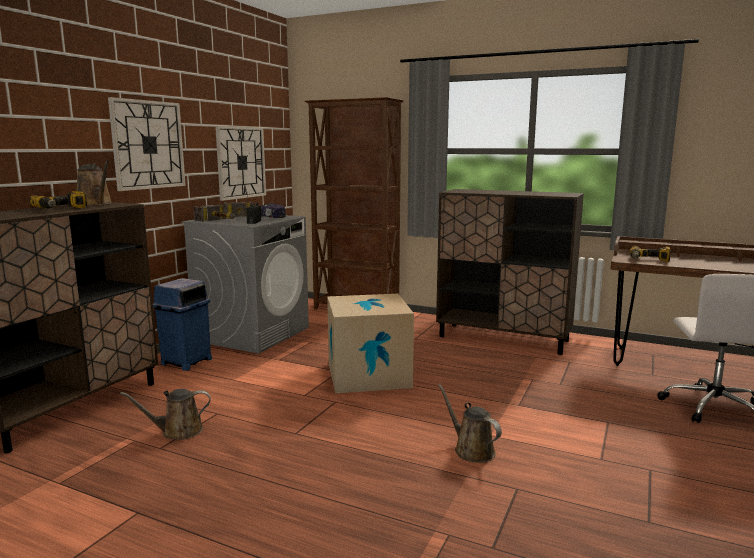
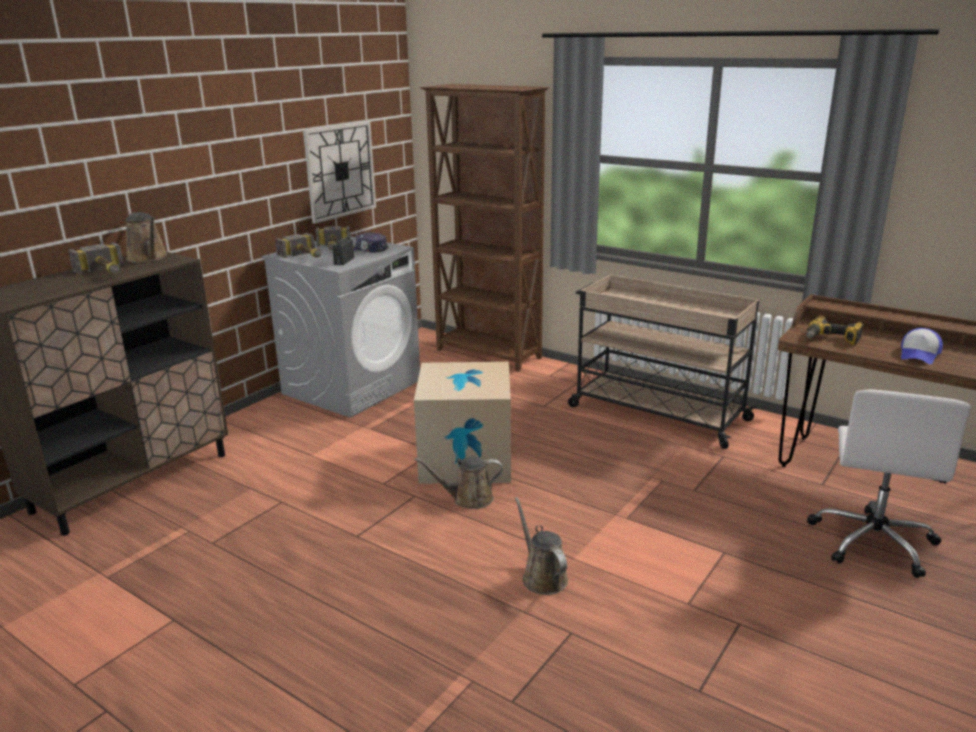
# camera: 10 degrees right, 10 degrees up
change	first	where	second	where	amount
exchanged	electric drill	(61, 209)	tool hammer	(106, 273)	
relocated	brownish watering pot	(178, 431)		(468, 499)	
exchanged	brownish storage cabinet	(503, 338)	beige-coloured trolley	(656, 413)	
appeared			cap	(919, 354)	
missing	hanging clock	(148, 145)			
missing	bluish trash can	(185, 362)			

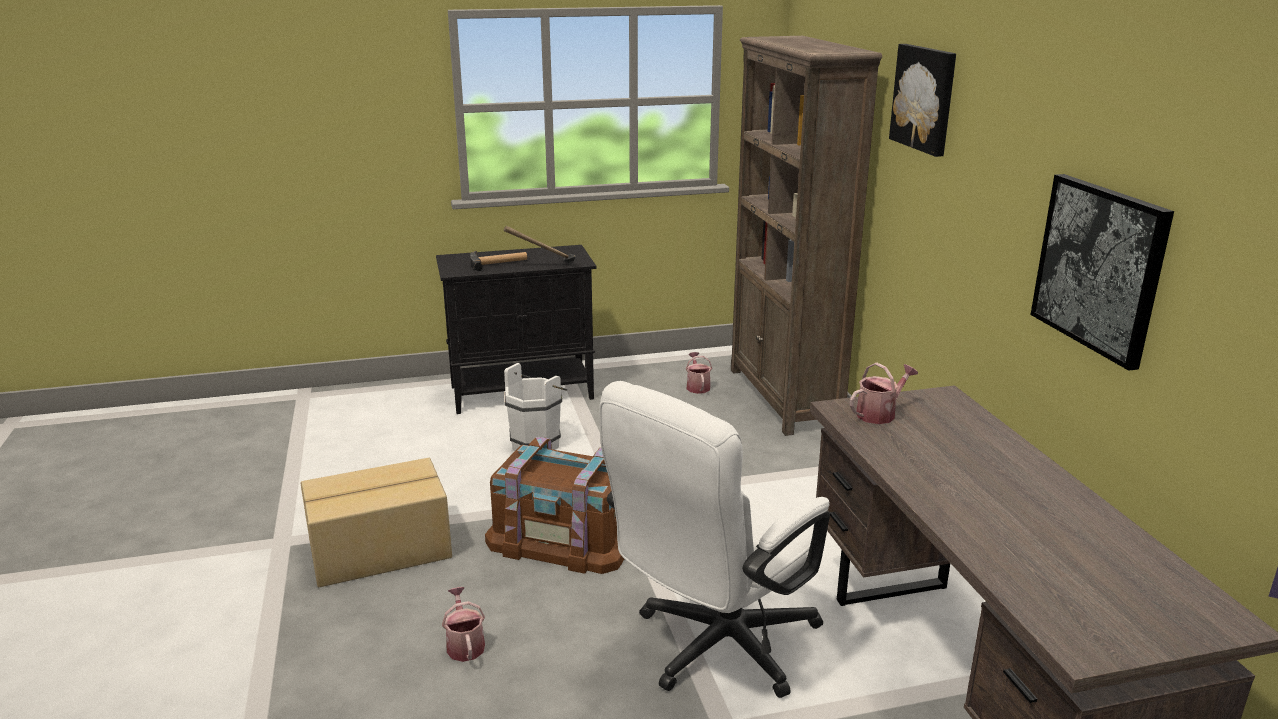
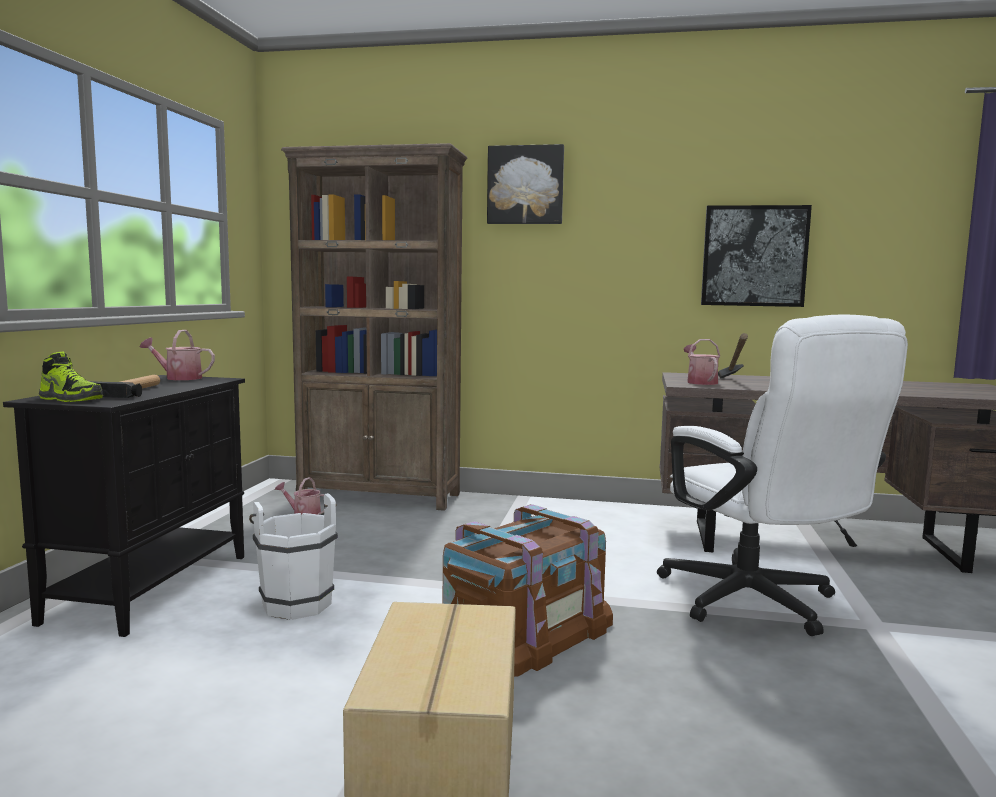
# camera: 65 degrees left, 15 degrees down
change	first	where	second	where	amount
appeared			shoe	(71, 399)	
relocated	watering pot	(464, 644)		(179, 378)	
relocated	tool hammer	(544, 267)		(734, 382)	

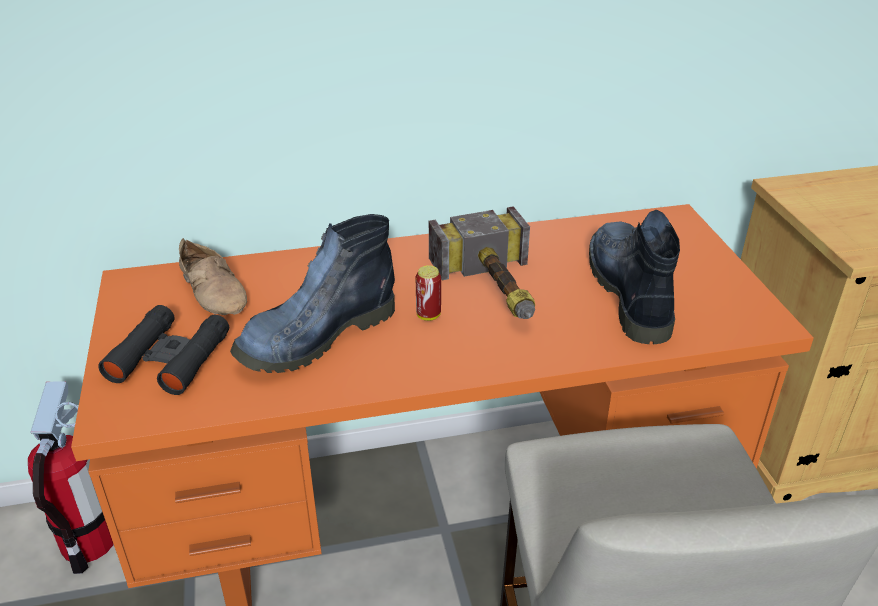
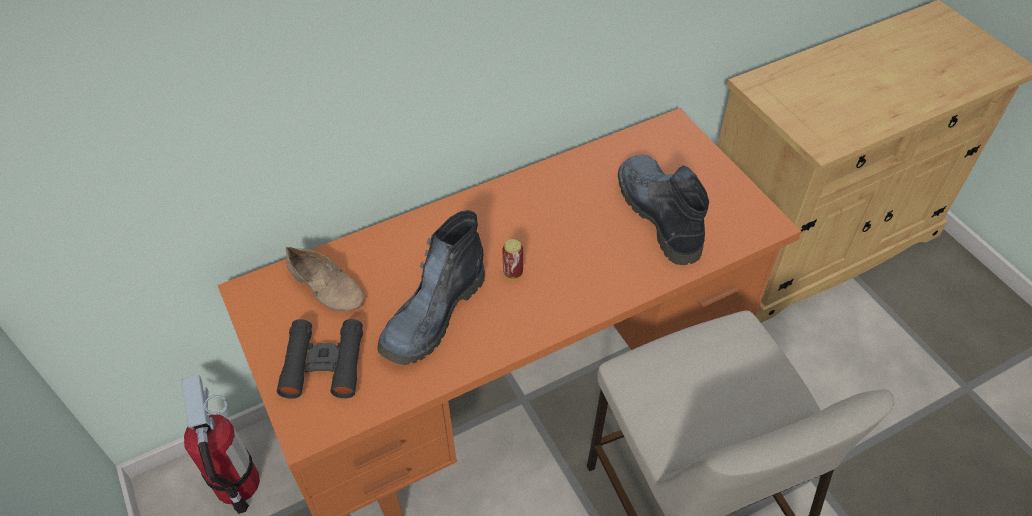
# camera: 15 degrees left, 15 degrees up
change	first	where	second	where	amount
missing	tool hammer	(497, 290)			

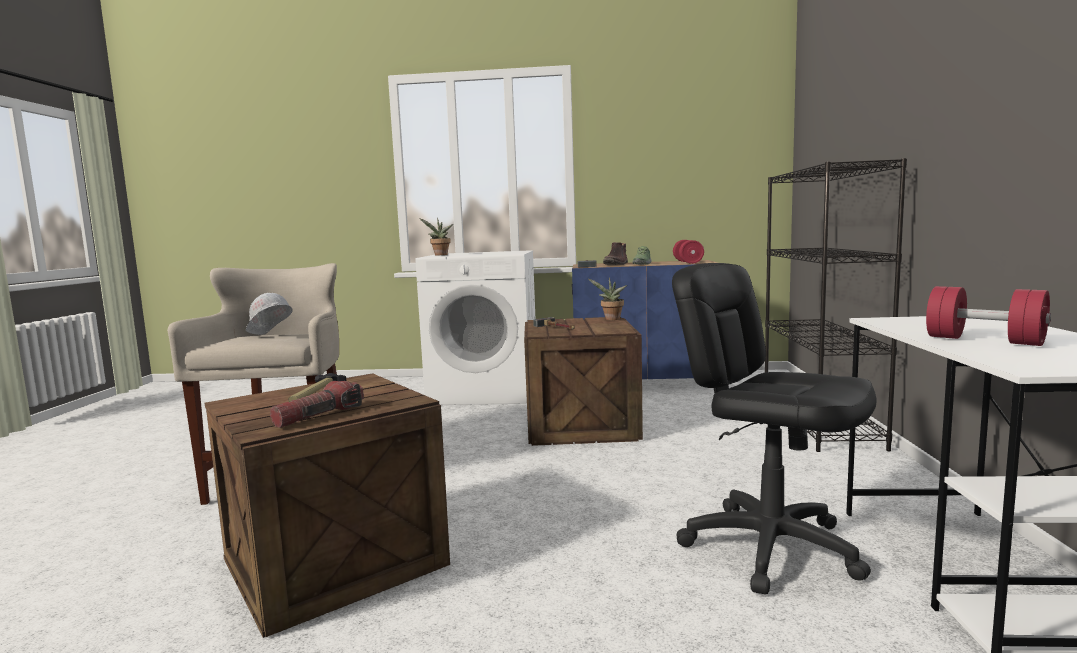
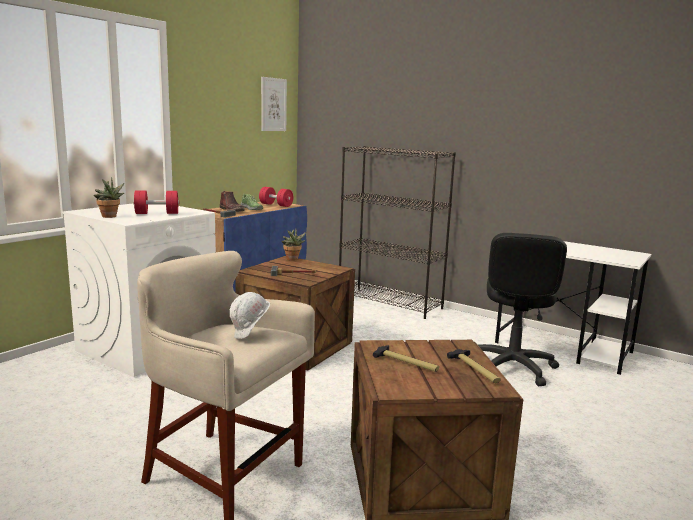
# camera: 60 degrees left, 5 degrees up
change	first	where	second	where	amount
relocated	red-coloured dumbbell	(984, 340)		(157, 213)	
appeared			picture	(273, 104)	
exchanged	torch	(319, 416)	tool hammer	(475, 370)	
spun	blackish desk chair	(770, 547)		(512, 367)	60 degrees counterclockwise

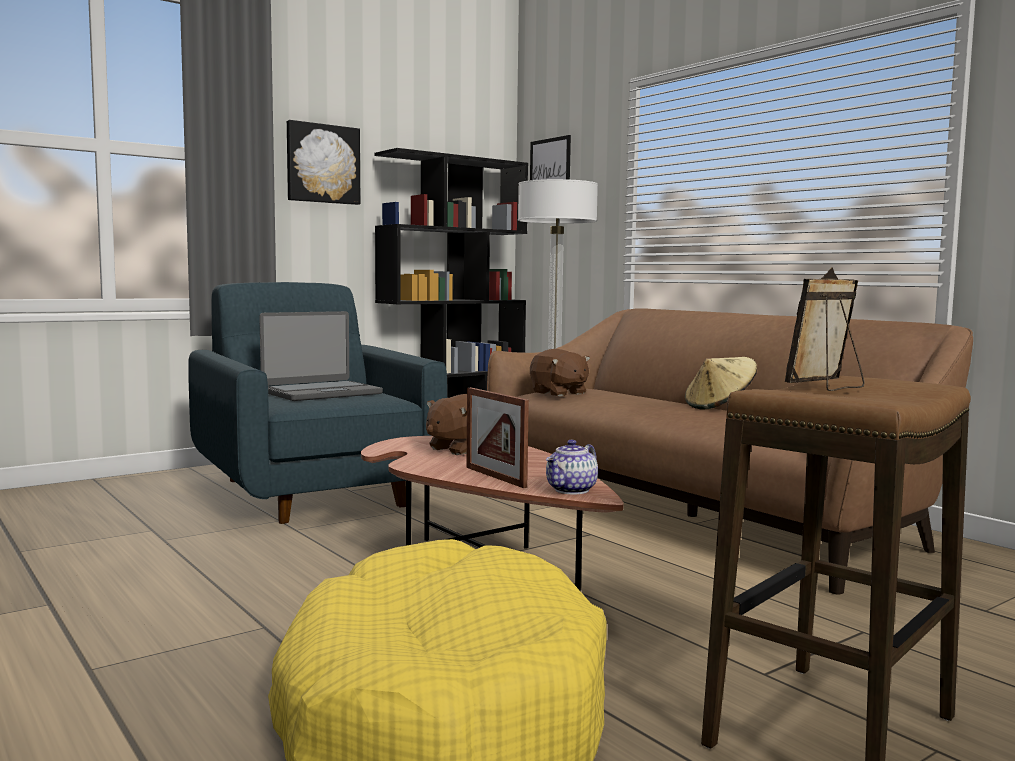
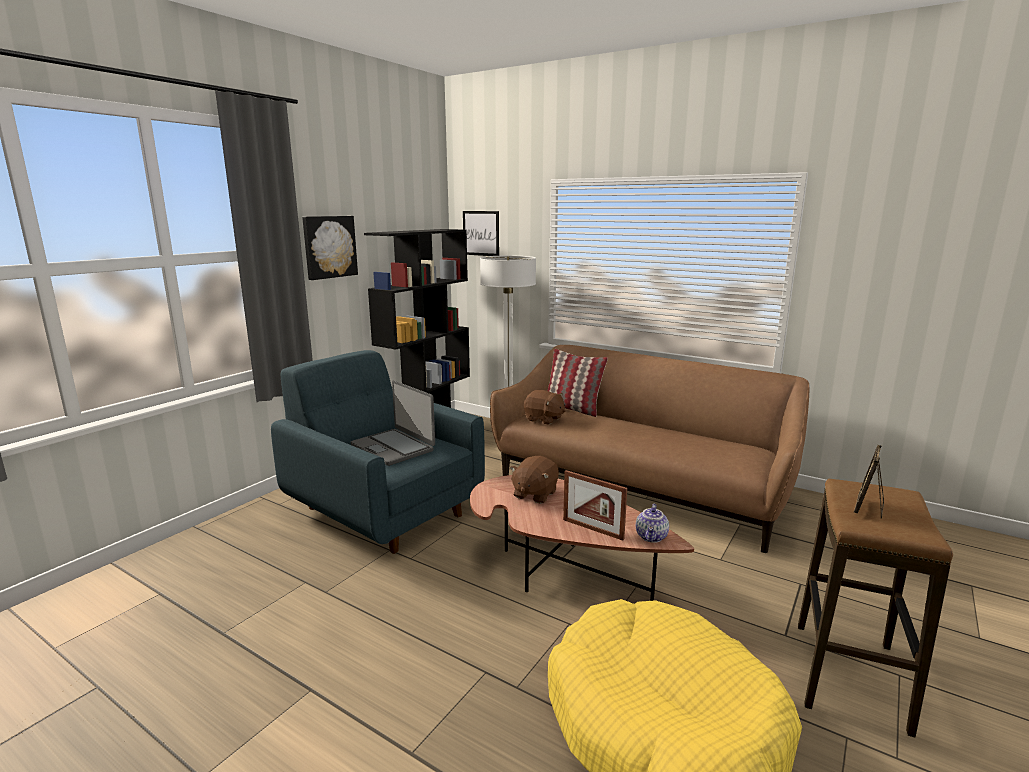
# camera: 20 degrees left, 10 degrees up
change	first	where	second	where	amount
spun	laptop	(321, 393)		(393, 447)	105 degrees clockwise
appeared			cushion	(572, 409)	
missing	beige-coloured wearable hat	(720, 407)			

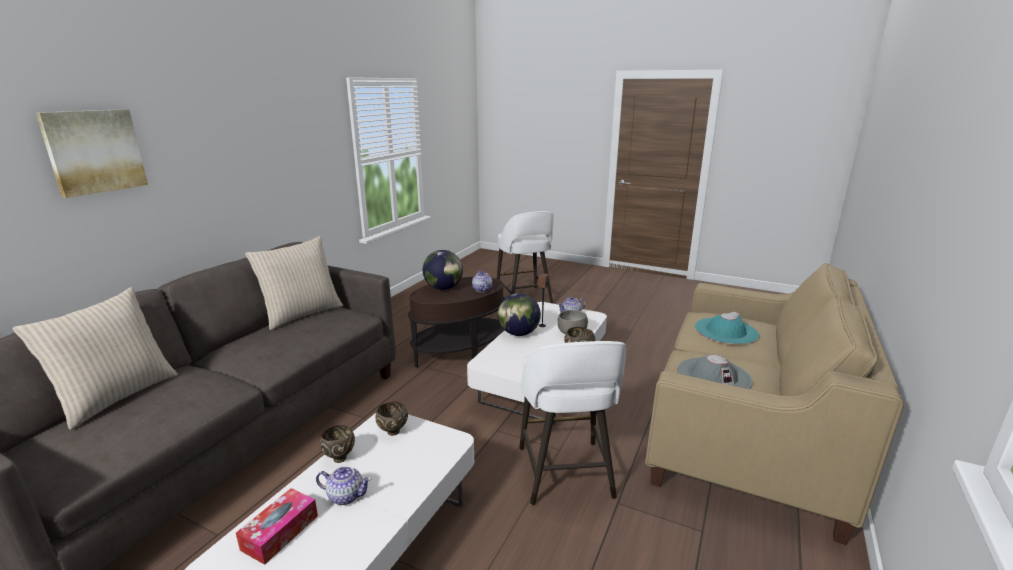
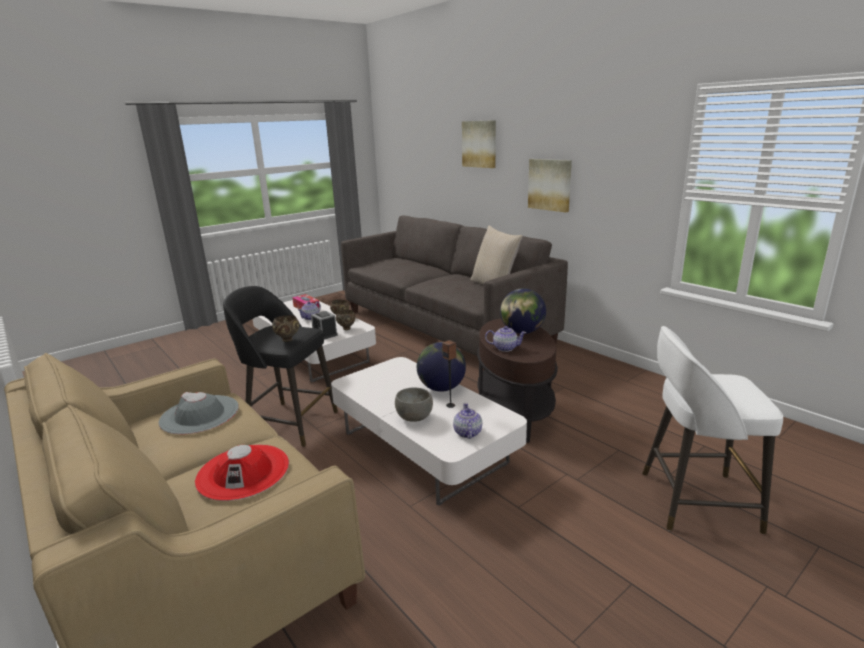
# camera: 115 degrees right, 0 degrees up
change	first	where	second	where	amount
colour	turquoise wearable hat	(726, 331)	red-coloured wearable hat	(243, 472)	
colour	white sitting stool	(565, 474)	blackish sitting stool	(290, 423)	
appeared			bedside clock	(325, 334)	
appeared			picture	(550, 184)	
missing	beige-coloured cushion	(117, 396)			

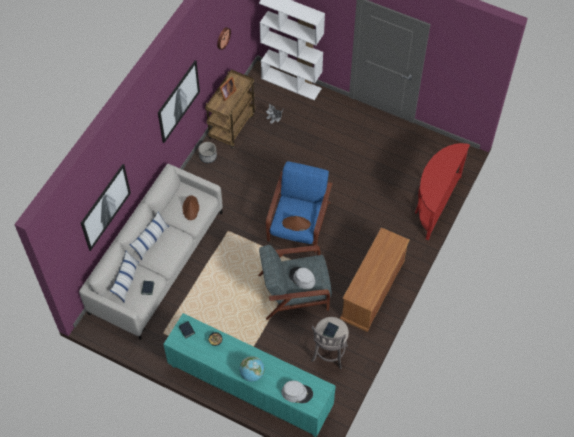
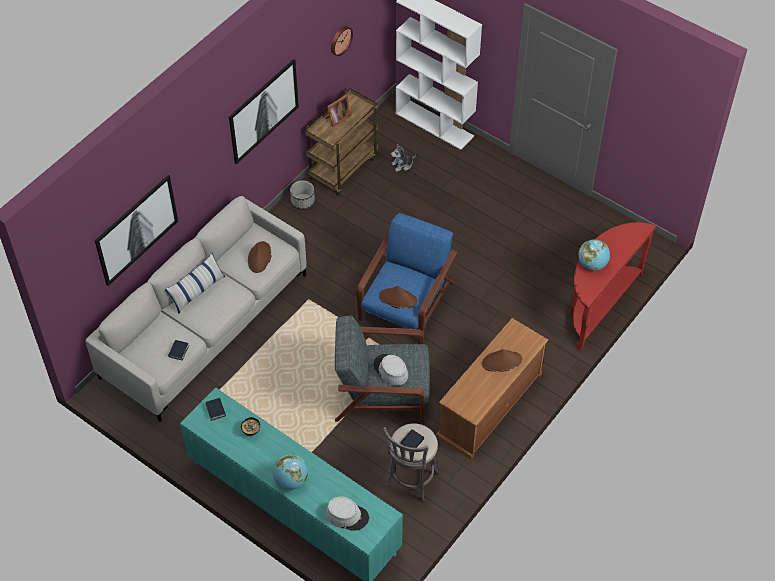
# camera: 10 degrees right, 5 degrees down
change	first	where	second	where	amount
appeared			brownish wearable hat	(501, 361)	
appeared			globe	(592, 264)	
missing	cushion	(126, 281)			

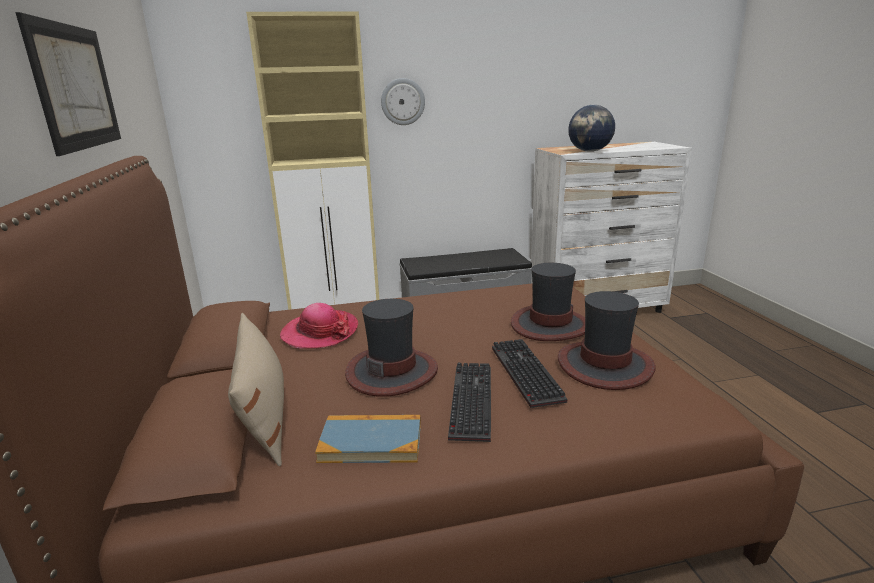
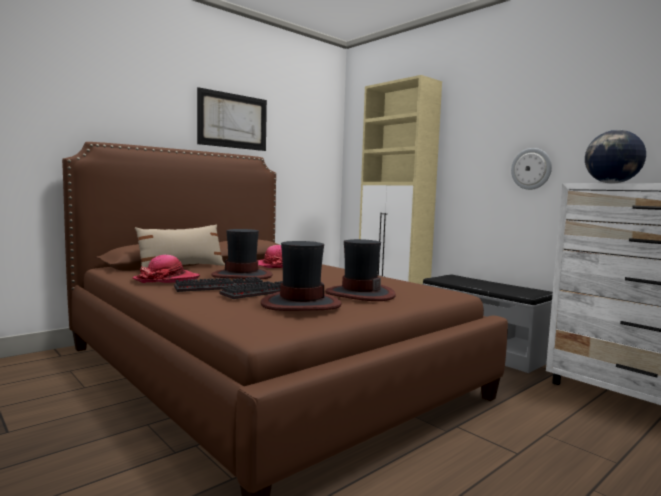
# camera: 60 degrees right, 15 degrees down
change	first	where	second	where	amount
exchanged	bound book	(371, 442)	wearable hat	(166, 280)	
relocated	hanging clock	(402, 101)		(531, 169)	

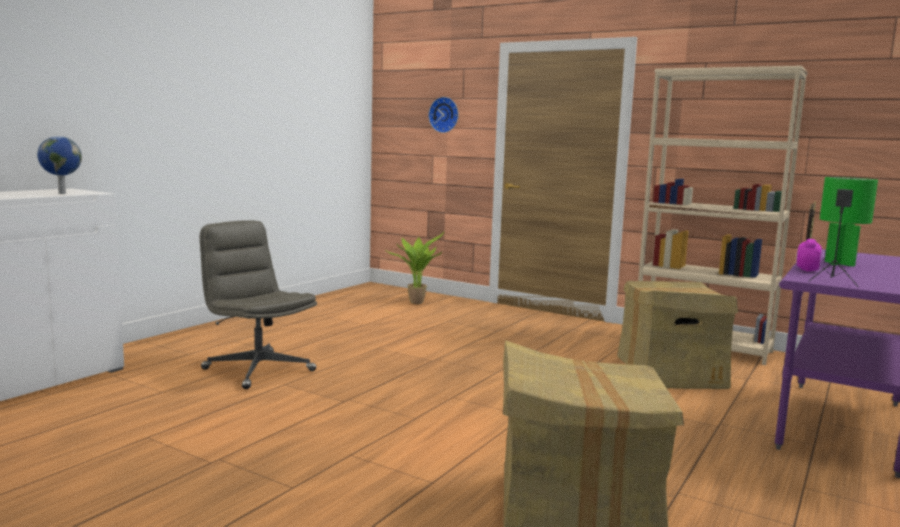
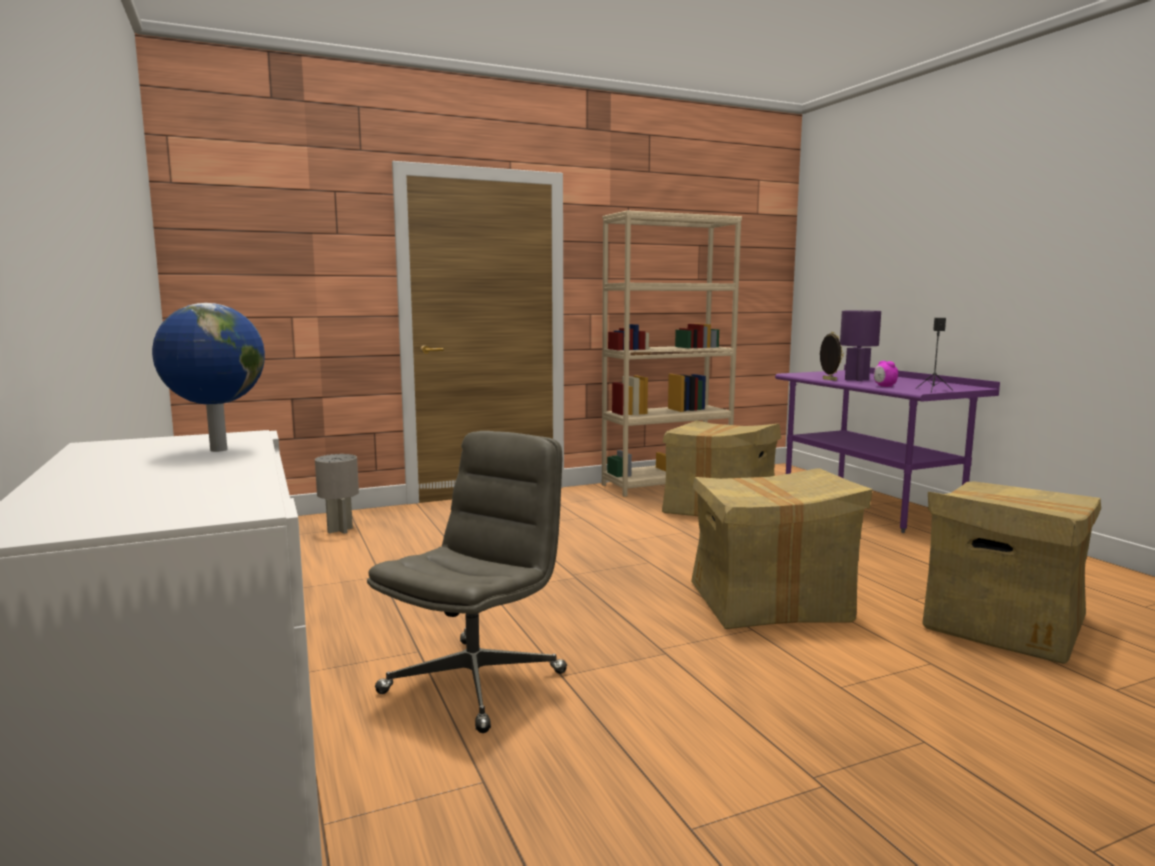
# camera: 55 degrees left, 0 degrees up
change	first	where	second	where	amount
exchanged	houseplant	(416, 302)	gray tabletop lamp	(340, 530)	
spun	gray desk chair	(257, 370)		(475, 681)	135 degrees clockwise
appeared			packing box	(770, 603)	
colour	greenish tabletop lamp	(839, 263)	purplish tabletop lamp	(856, 380)	
missing	hanging clock	(445, 115)			

